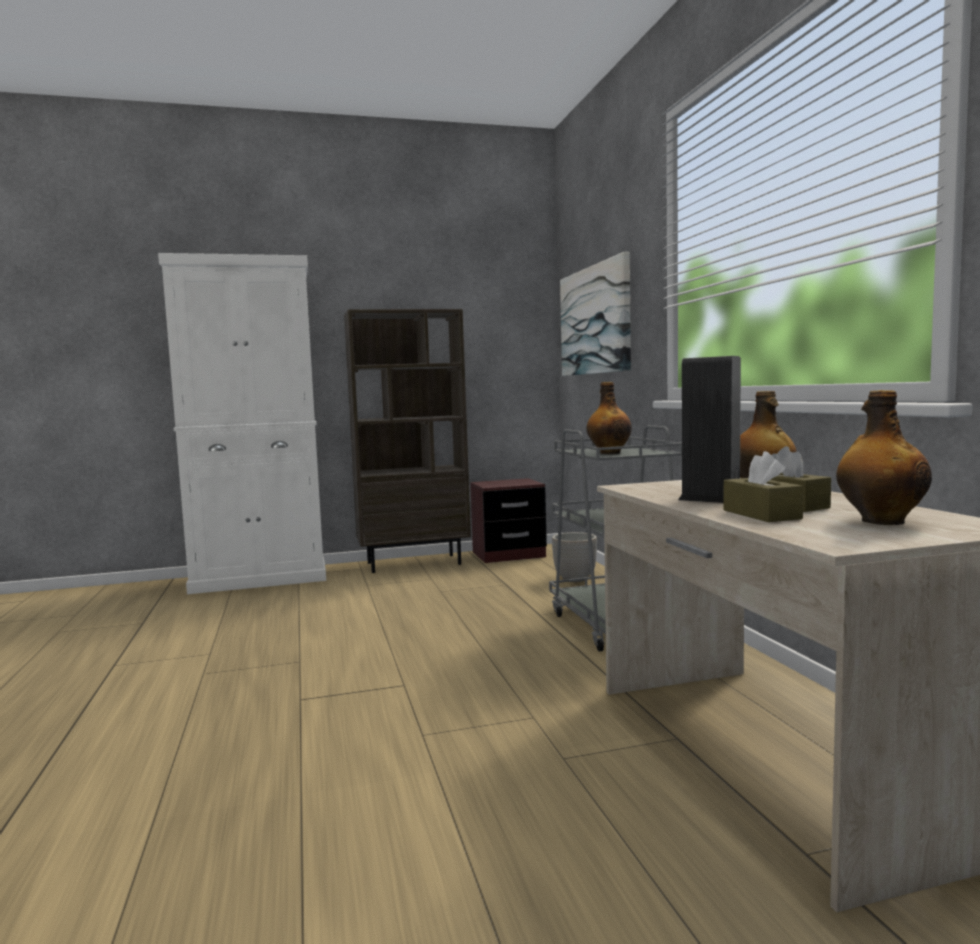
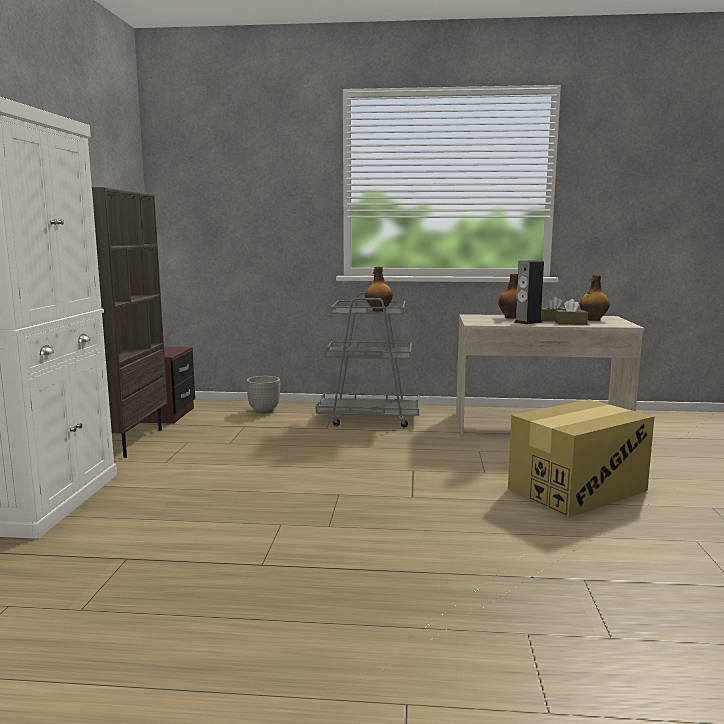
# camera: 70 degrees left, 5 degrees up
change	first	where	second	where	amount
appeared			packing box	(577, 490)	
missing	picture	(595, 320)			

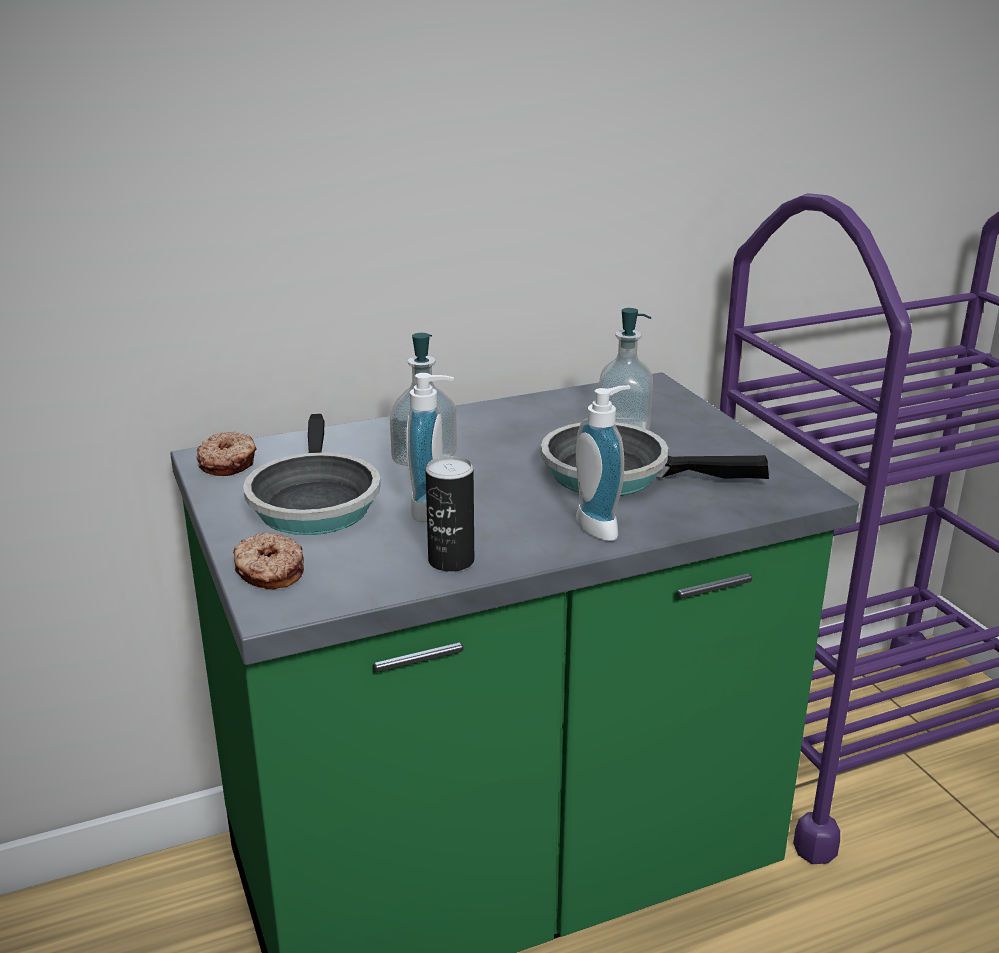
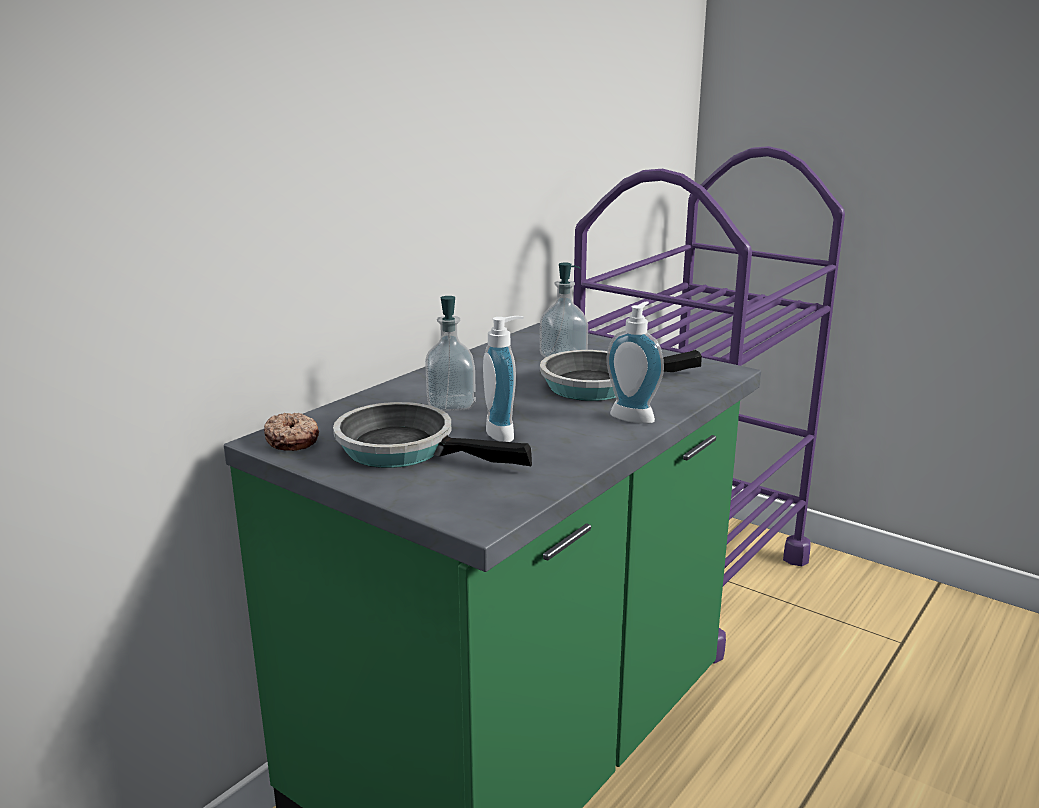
# camera: 30 degrees left, 5 degrees down
change	first	where	second	where	amount
spun	frying pan	(313, 502)		(405, 449)	150 degrees clockwise
missing	donut	(269, 572)			
missing	sealed can	(451, 561)			

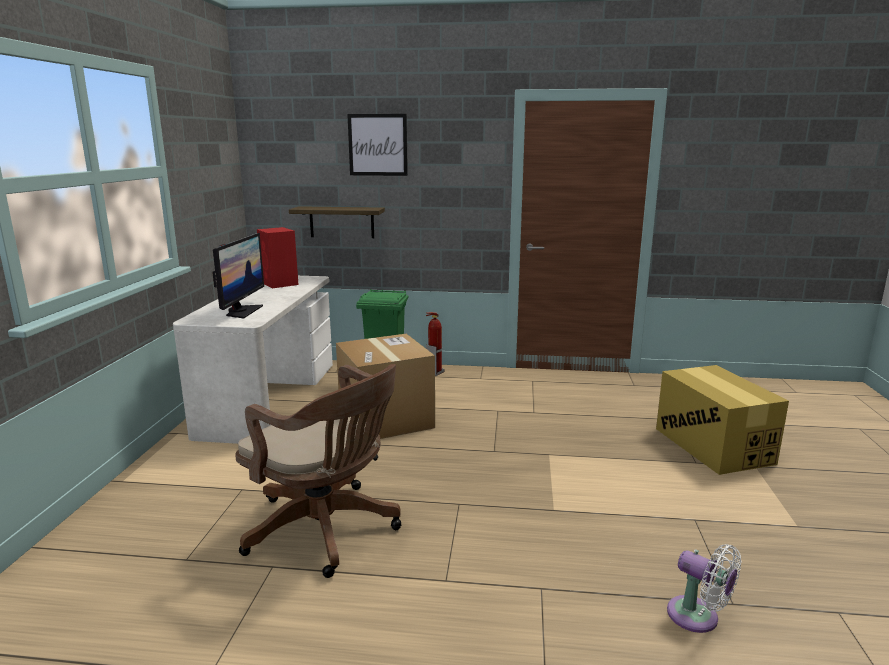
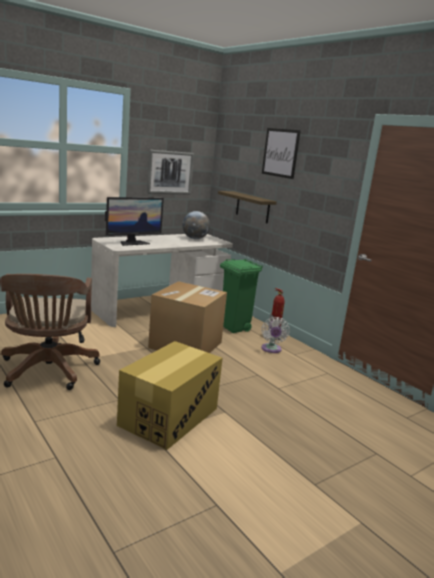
# camera: 45 degrees right, 0 degrees up
change	first	where	second	where	amount
relocated	packing box	(713, 445)		(169, 416)	
appeared			picture	(170, 172)	
exchanged	red-coloured audio speaker	(280, 284)	globe	(195, 238)	
relocated	white cooling fan	(698, 617)		(271, 349)	

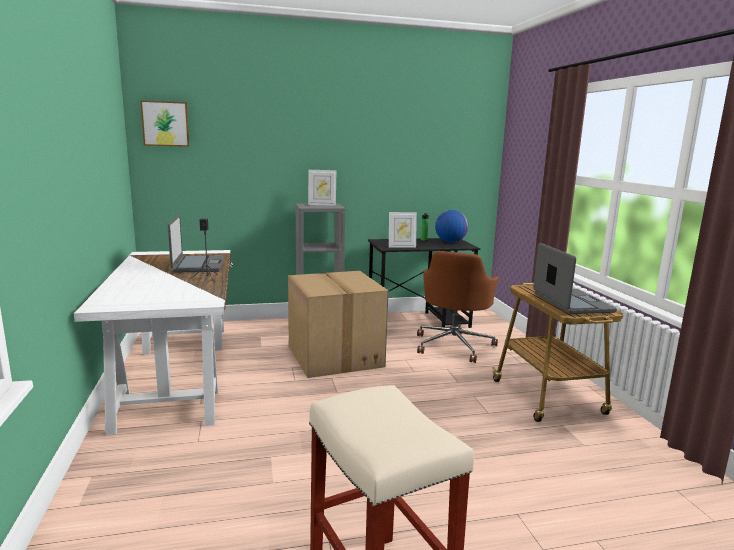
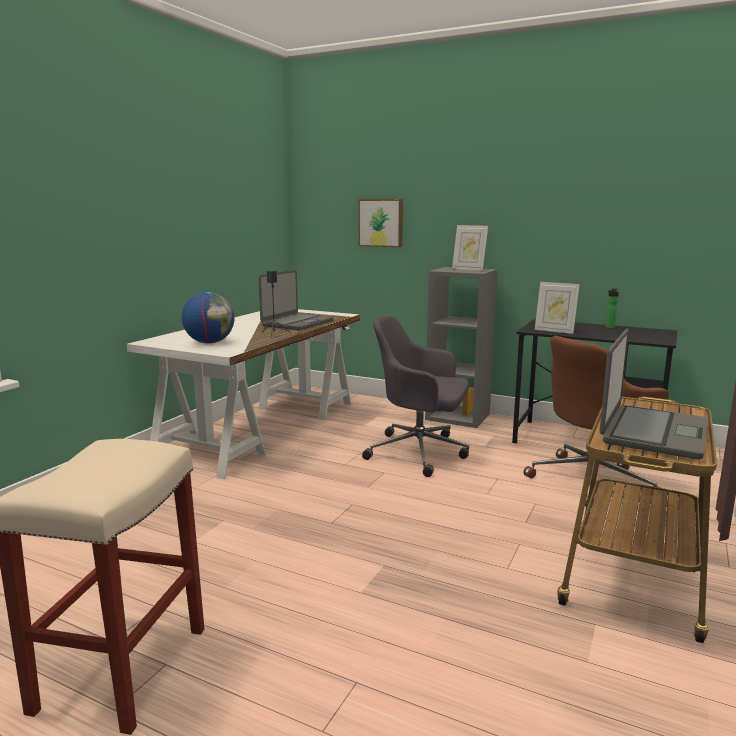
# camera: 40 degrees right, 0 degrees up
change	first	where	second	where	amount
relocated	globe	(450, 242)		(210, 342)	
relocated	picture	(165, 123)		(381, 223)	
exchanged	packing box	(333, 356)	gray desk chair	(420, 452)	

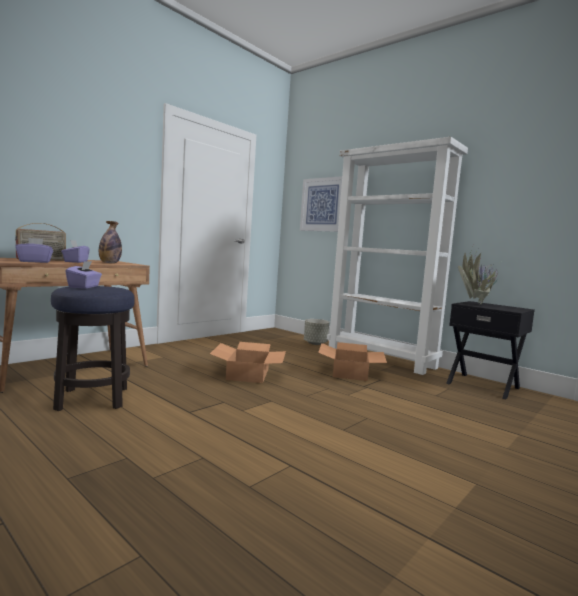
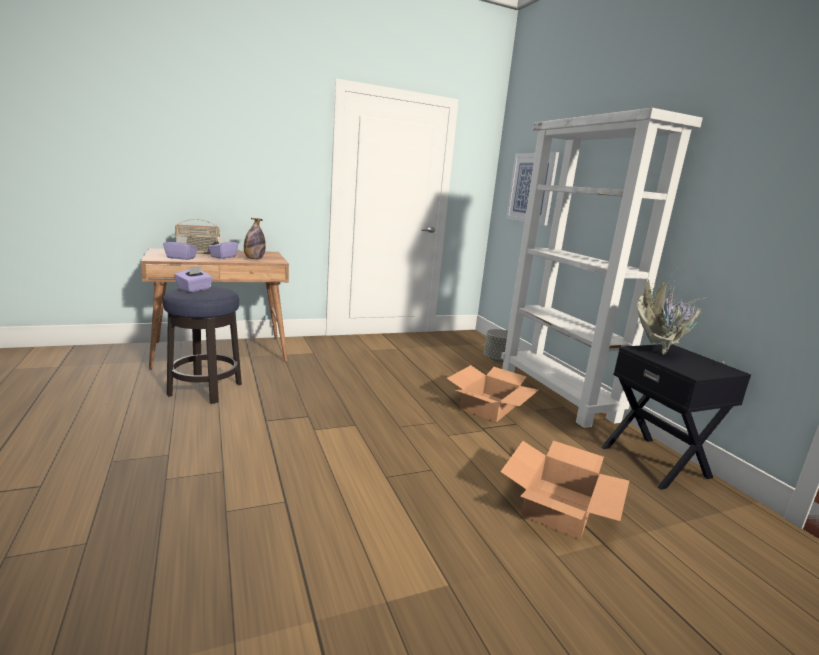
# camera: 25 degrees right, 10 degrees up
change	first	where	second	where	amount
relocated	packing box	(248, 374)		(559, 507)	

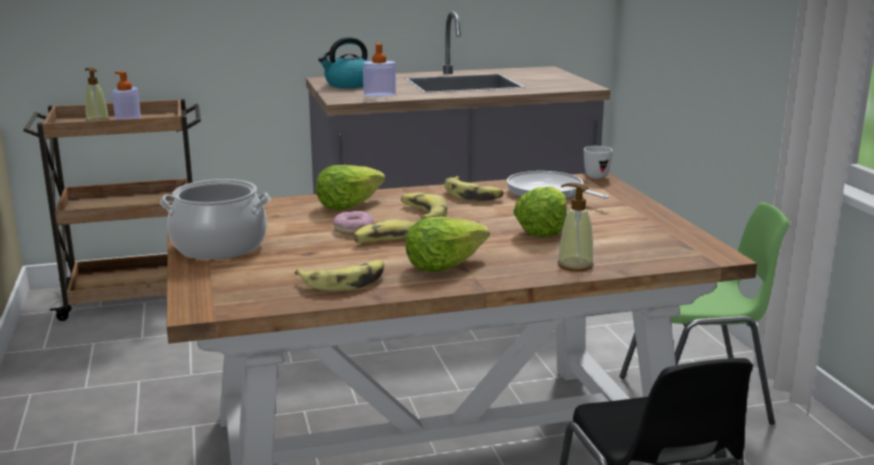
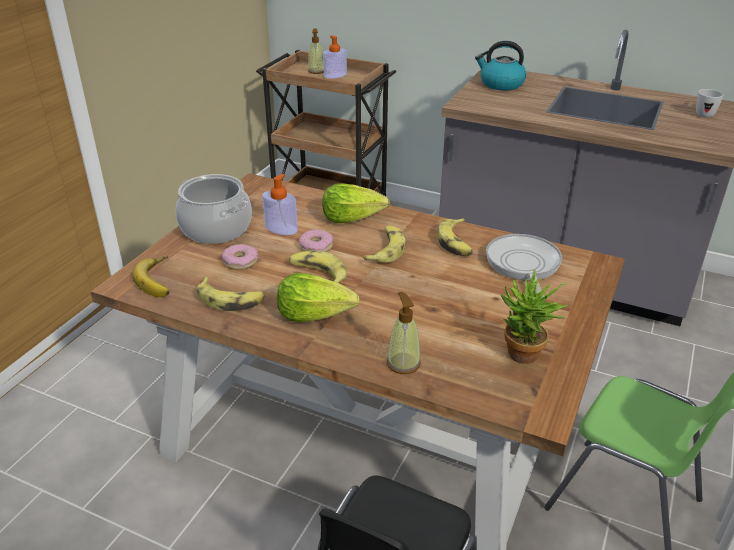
# camera: 40 degrees right, 15 degrees up
change	first	where	second	where	amount
appeared			banana fruit	(160, 280)	
appeared			donut	(240, 261)	
relocated	liquid soap bottle	(379, 94)		(281, 228)	
appeared			houseplant	(522, 358)	
relocated	white tea mug	(594, 175)		(704, 114)	
missing	head of lettuce	(542, 230)			

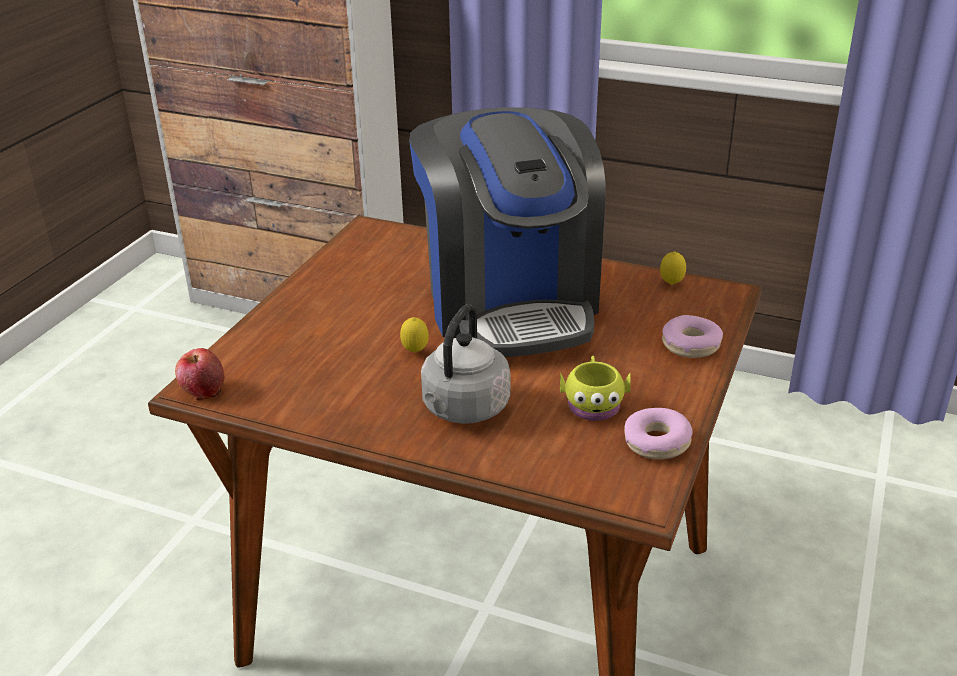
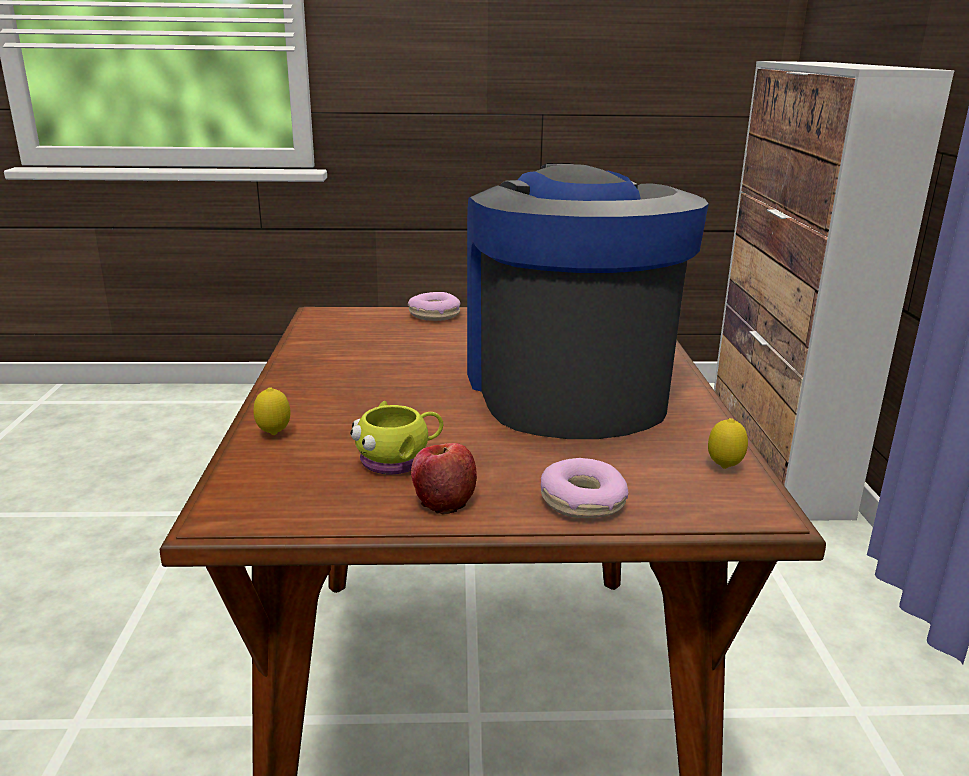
# camera: 65 degrees right, 10 degrees down
change	first	where	second	where	amount
relocated	whole lemon	(415, 352)		(274, 434)	
relocated	donut	(656, 442)		(434, 315)	
relocated	apple fruit	(203, 390)		(443, 500)	
spun	coffee machine	(510, 303)		(565, 388)	120 degrees clockwise
missing	gray tea kettle	(463, 410)			

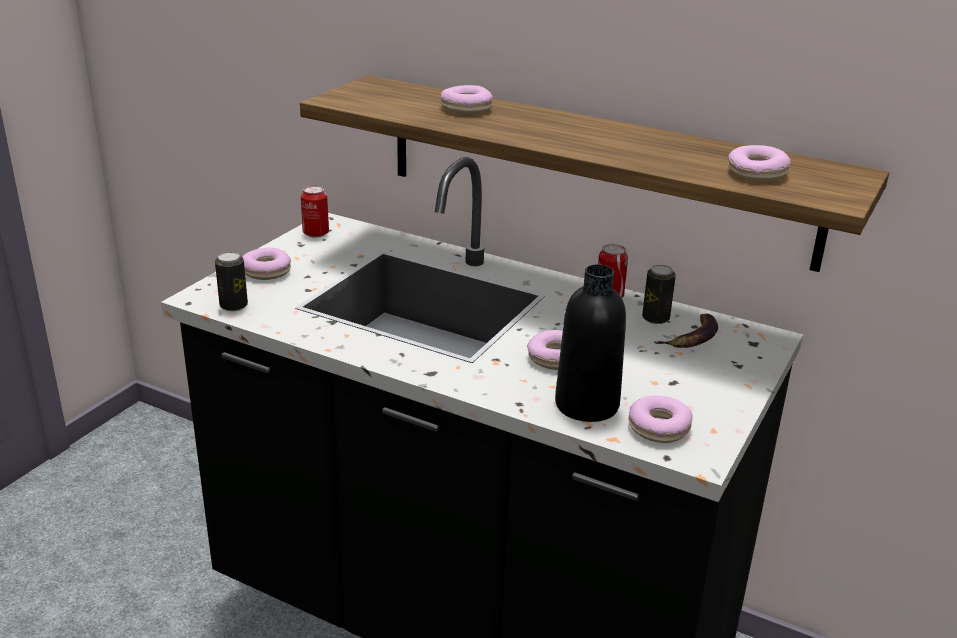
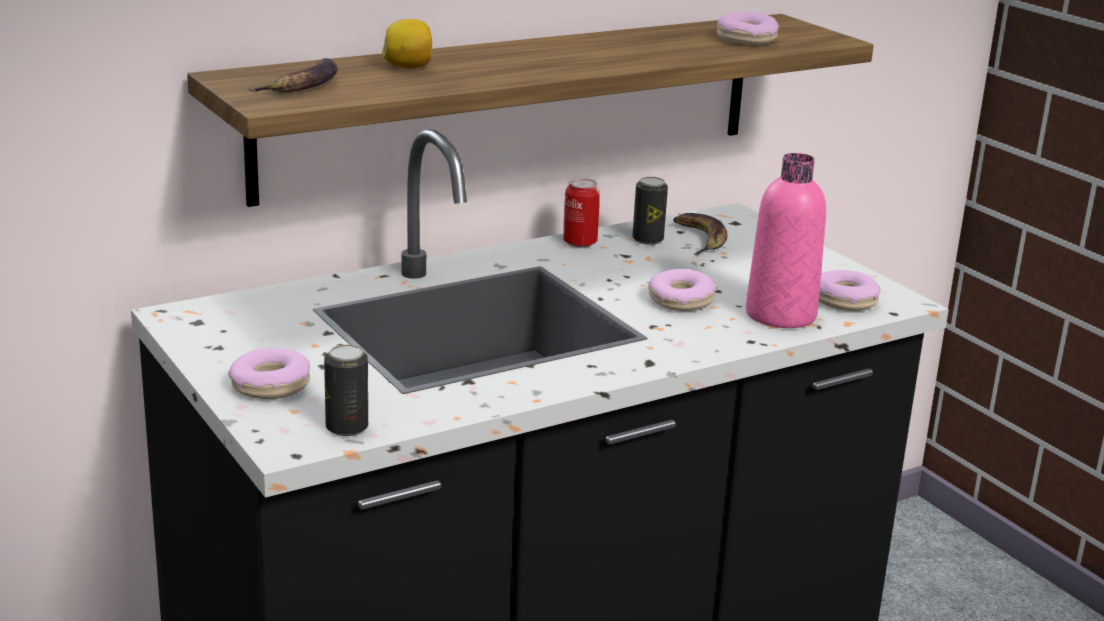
# camera: 60 degrees left, 5 degrees down
change	first	where	second	where	amount
appeared			banana fruit	(303, 85)	
exchanged	donut	(466, 108)	whole lemon	(408, 67)	
colour	blackish bottle	(587, 405)	pinkish bottle	(780, 315)	
missing	sealed can	(316, 233)			

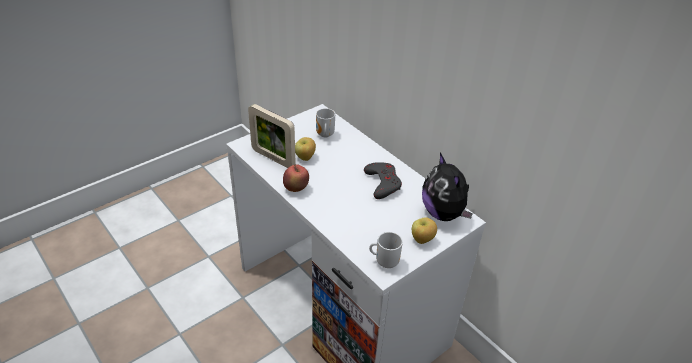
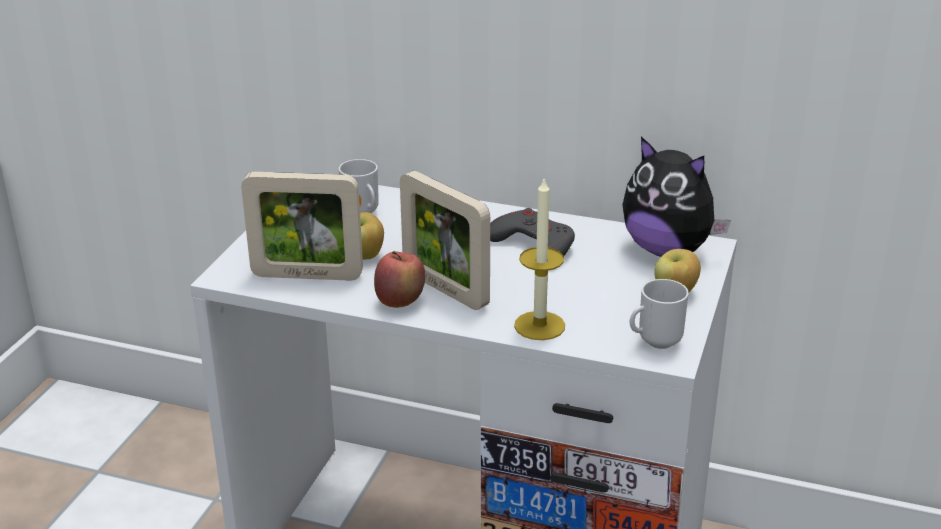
# camera: 30 degrees left, 10 degrees down
change	first	where	second	where	amount
appeared			standing frame	(445, 289)	
appeared			wax candle	(539, 326)	

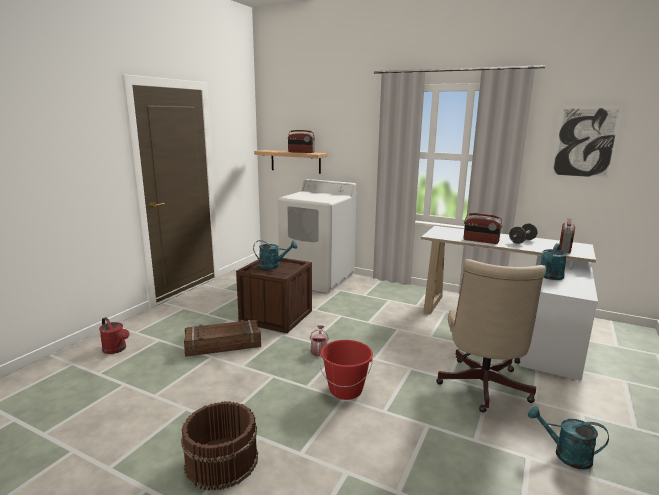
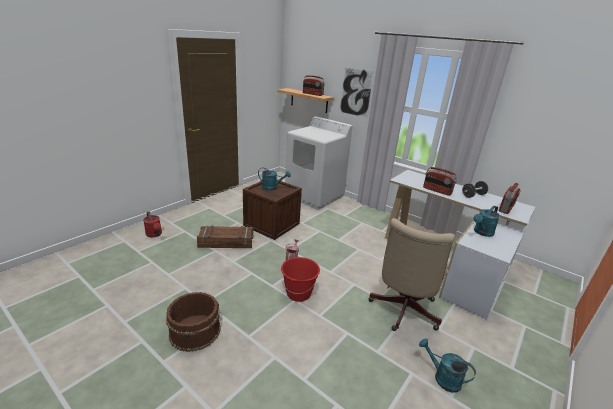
# camera: 10 degrees right, 10 degrees up
change	first	where	second	where	amount
relocated	picture	(584, 142)		(355, 92)	

